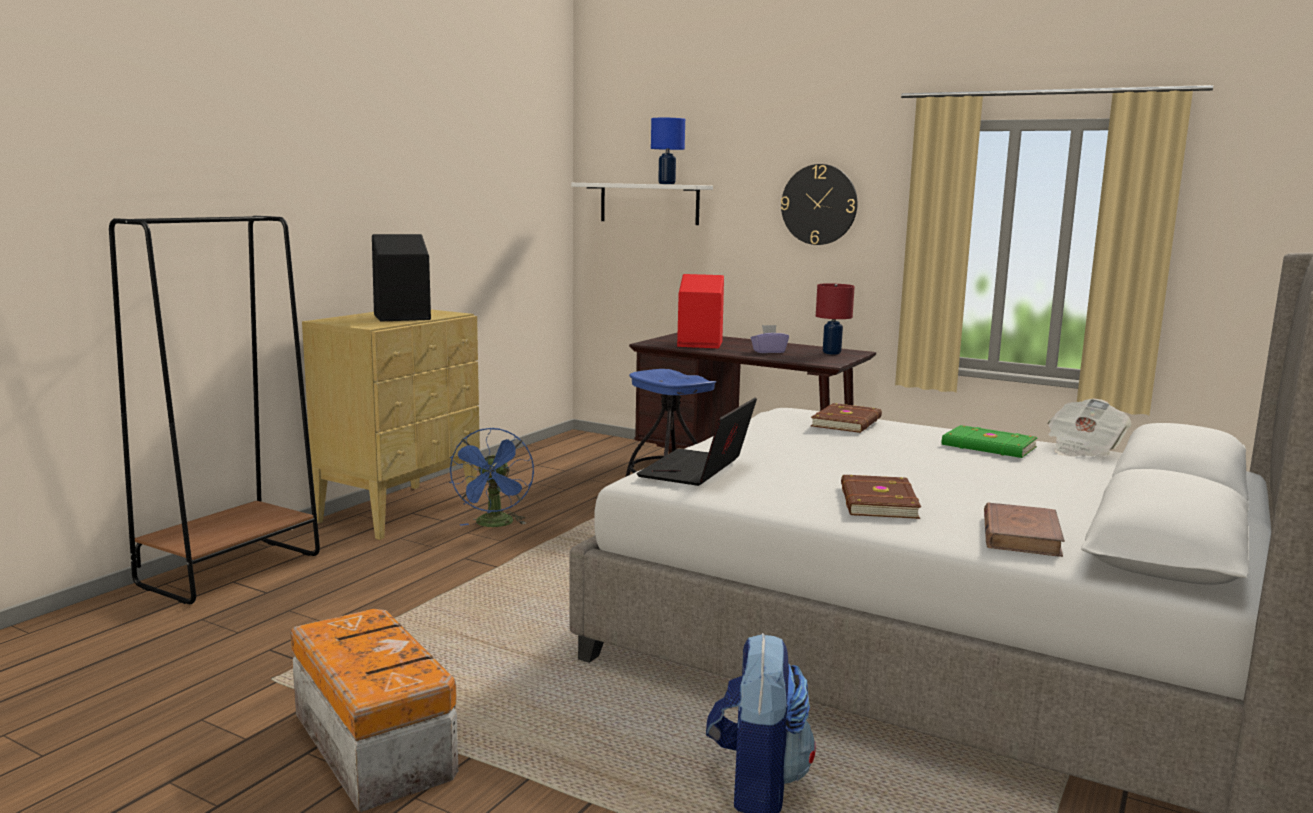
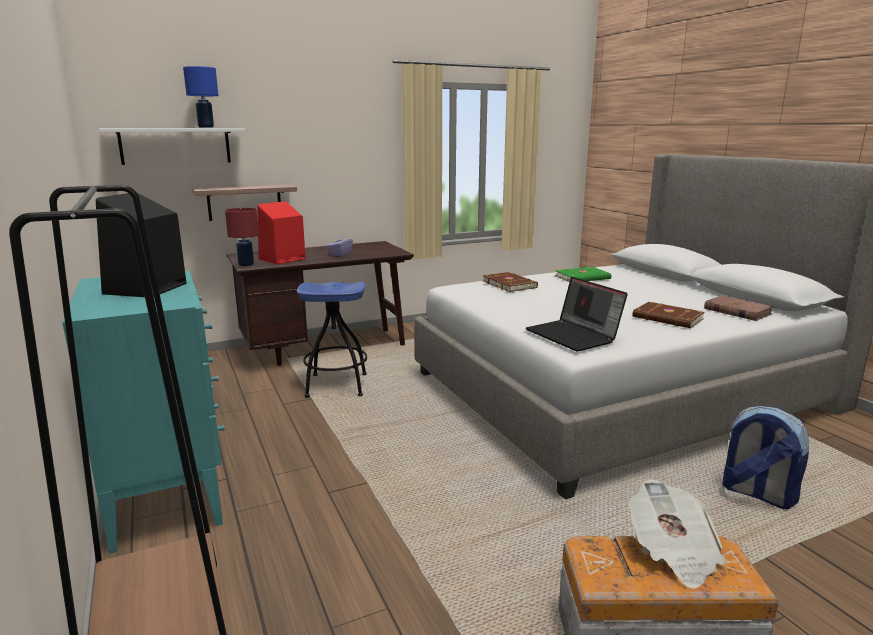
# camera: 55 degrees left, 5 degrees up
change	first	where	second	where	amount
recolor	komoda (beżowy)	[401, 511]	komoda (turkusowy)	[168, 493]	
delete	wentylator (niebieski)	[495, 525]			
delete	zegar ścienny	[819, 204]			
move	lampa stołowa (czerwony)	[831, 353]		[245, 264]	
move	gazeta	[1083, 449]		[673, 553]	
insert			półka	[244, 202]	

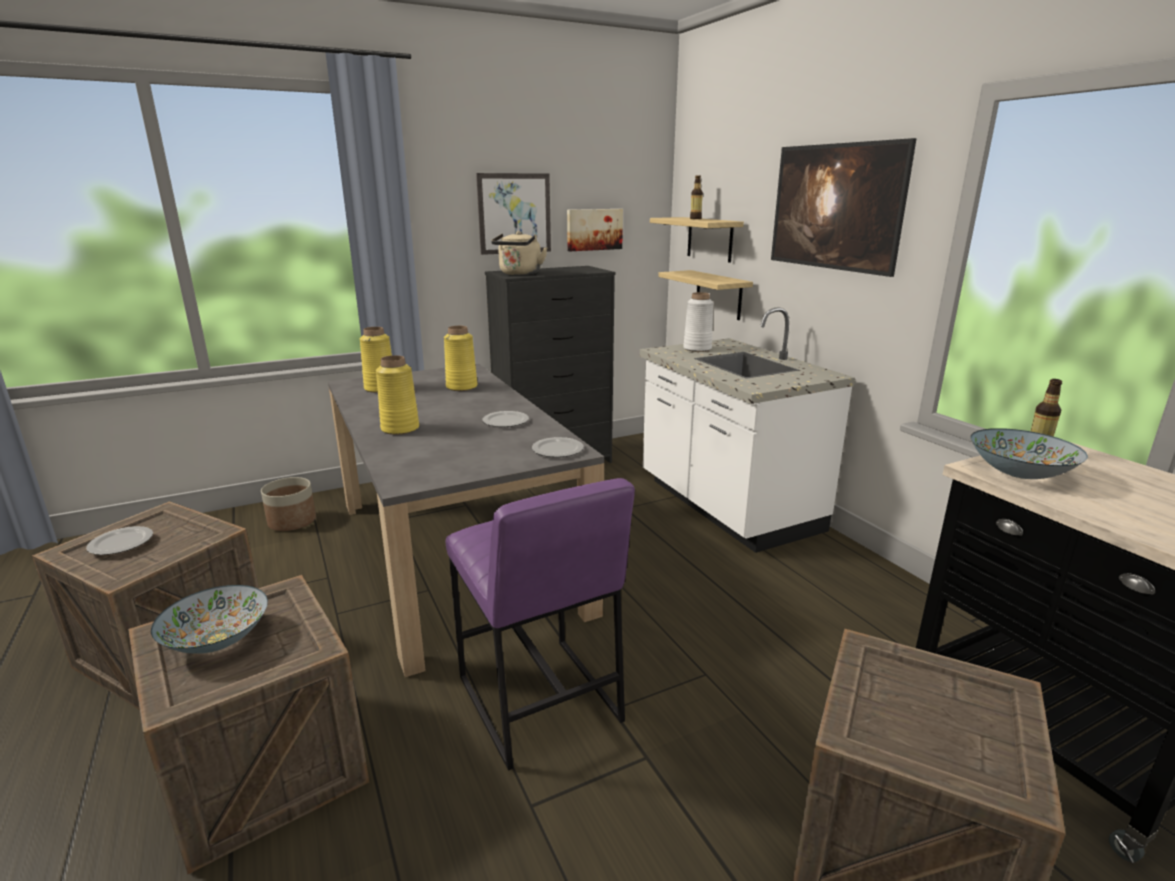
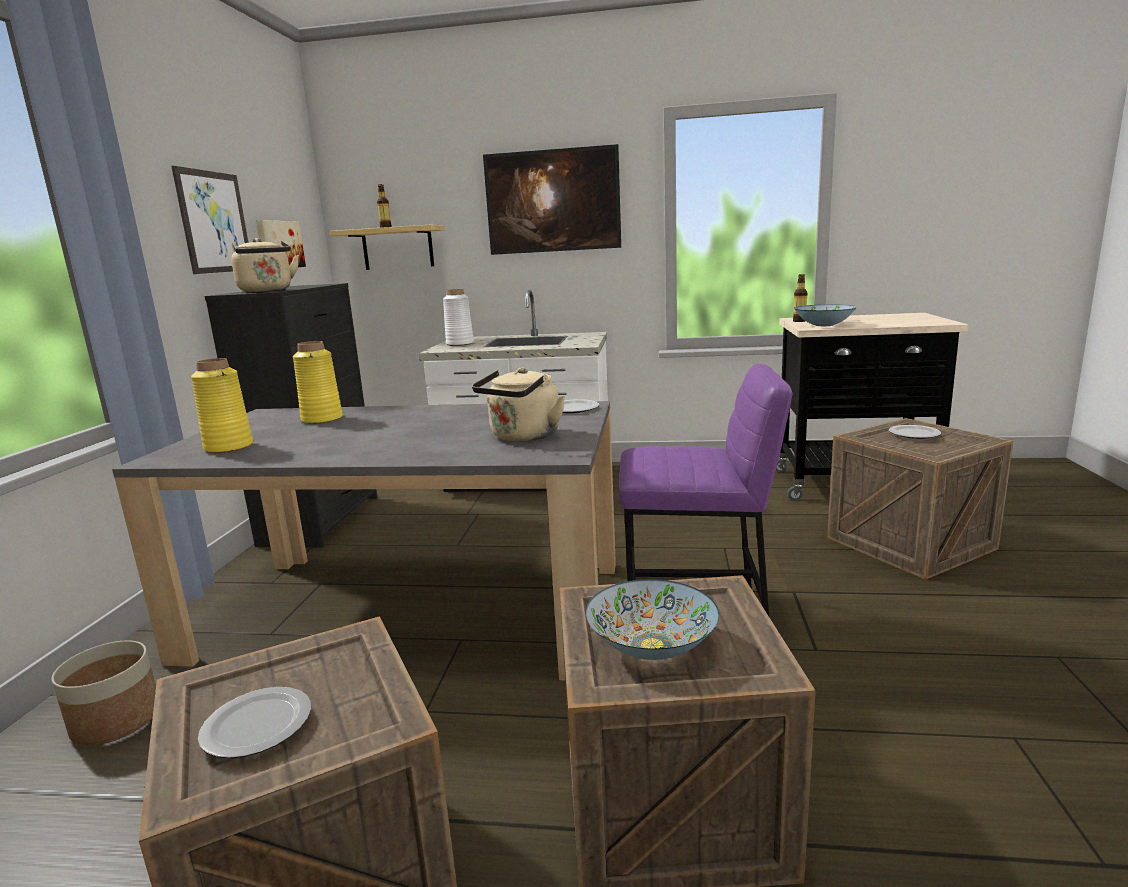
# camera: 55 degrees left, 5 degrees down
change	first	where	second	where	amount
delete	wazon (żółty)	[400, 428]			
move	talerz	[506, 421]		[913, 434]	
delete	półka	[718, 295]			
insert			czajnik (beżowy)	[523, 437]	

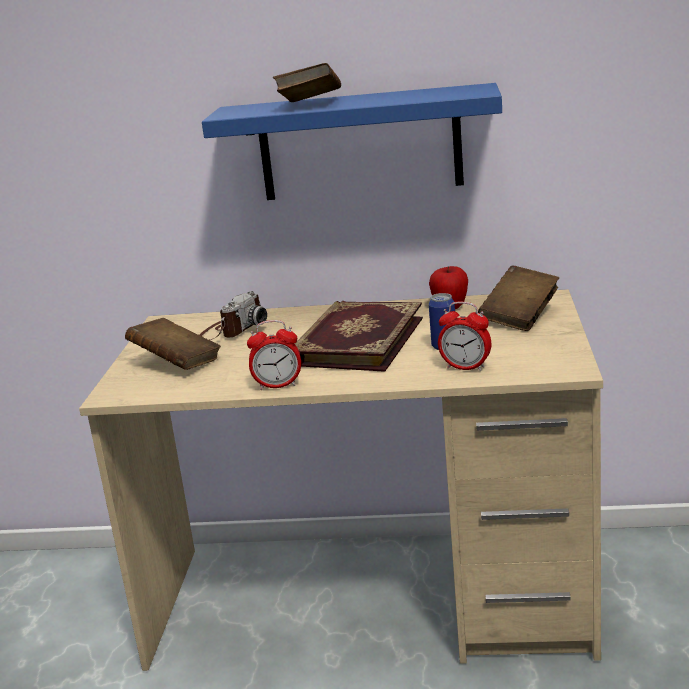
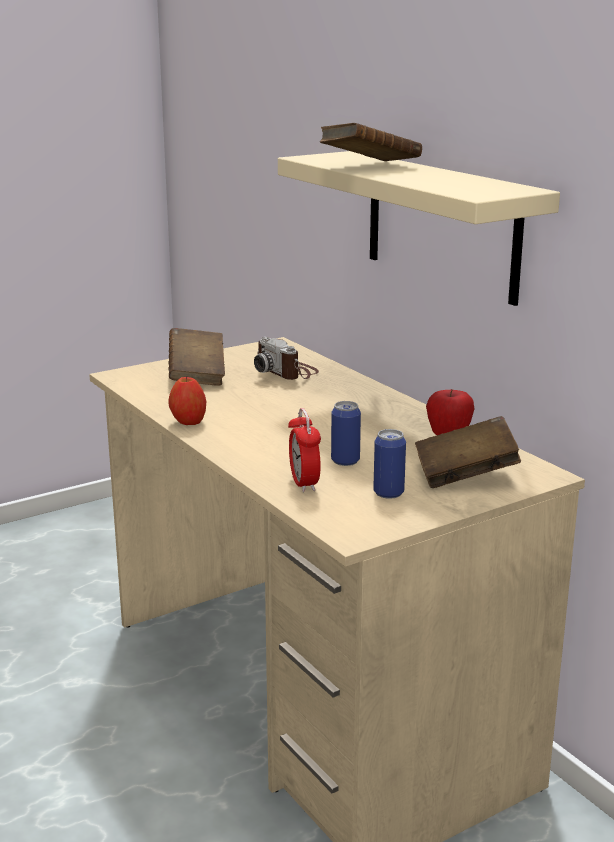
# camera: 50 degrees right, 0 degrees up
change	first	where	second	where	amount
rotate	aparat fotograficzny	[232, 330]		[286, 372]	60 degrees clockwise
recolor	półka (niebieski)	[360, 144]	półka (beżowy)	[441, 225]	
replace	budzik	[278, 386]	jabłko	[188, 422]	
delete	książka	[355, 341]			
insert			puszka	[388, 493]	

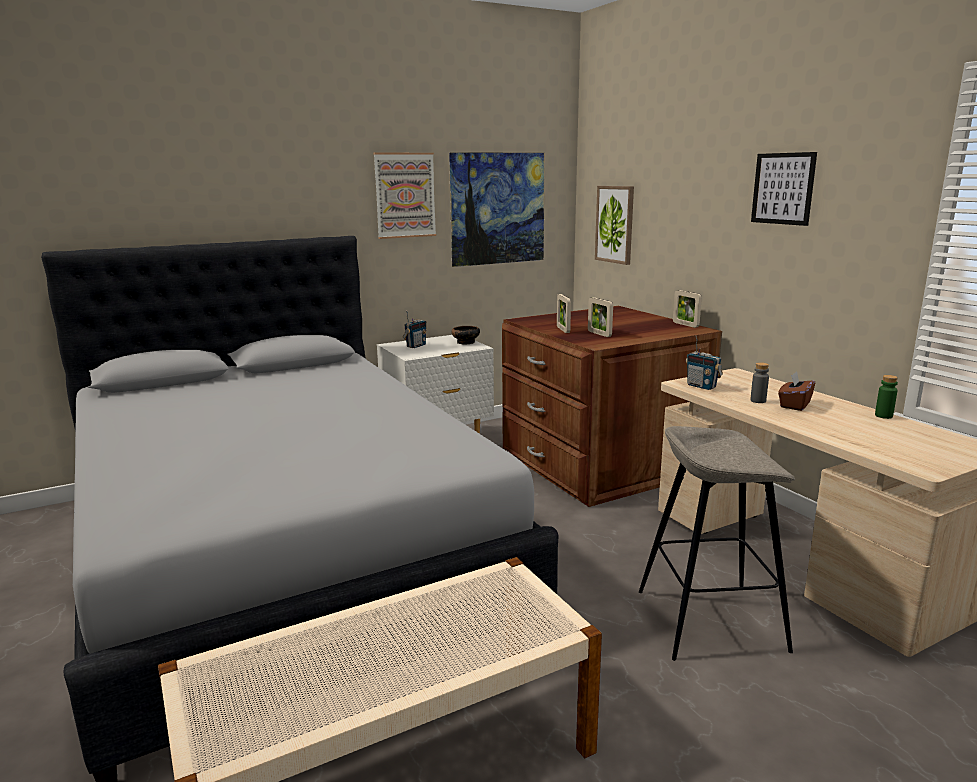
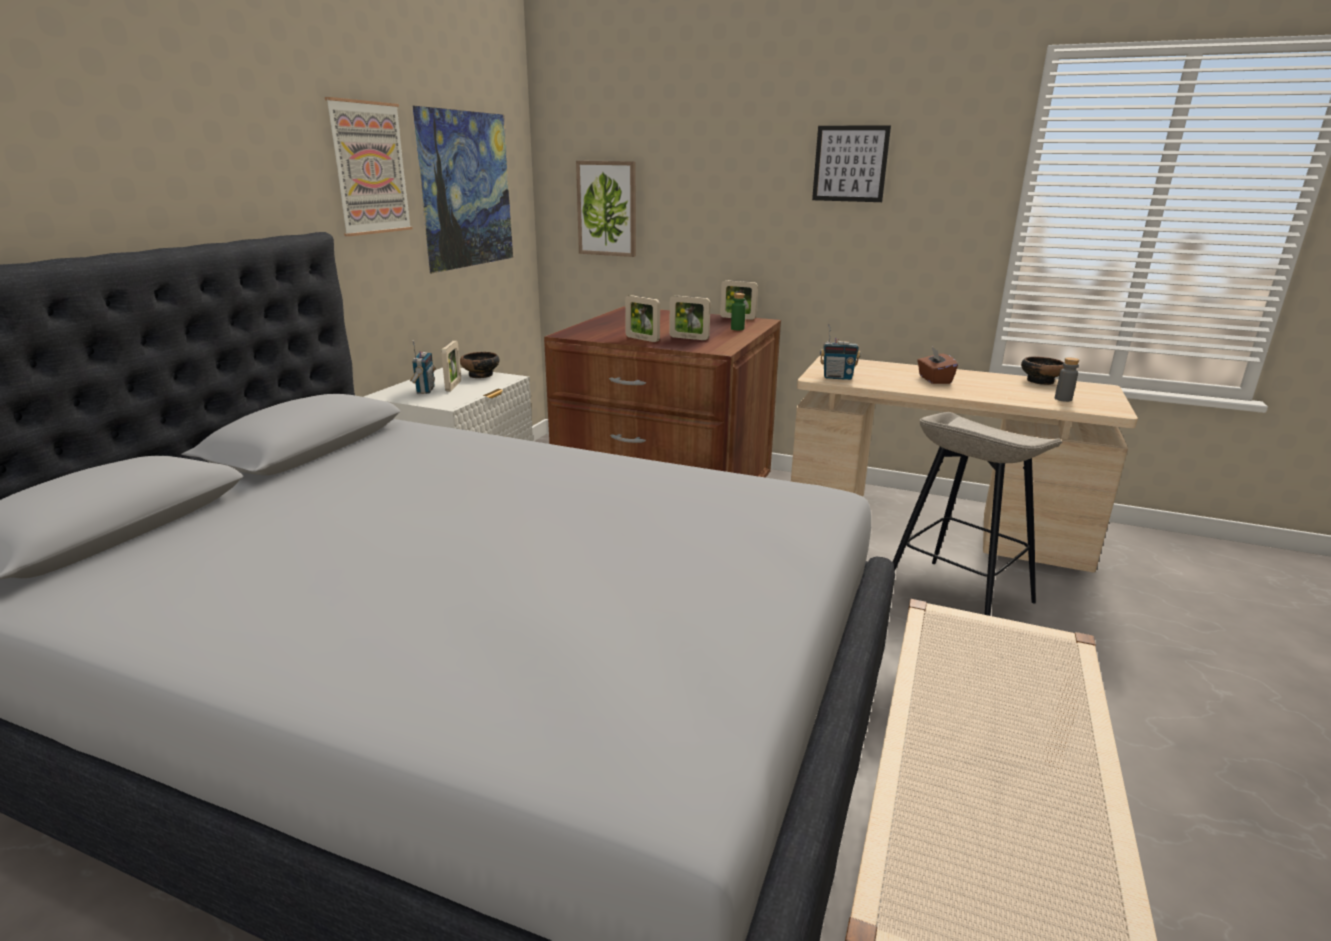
# camera: 40 degrees left, 5 degrees up
change	first	where	second	where	amount
move	butelka (szary)	[758, 401]		[1063, 399]	
move	butelka (zielony)	[883, 416]		[737, 329]	
insert			ramka na zdjęcie	[453, 386]	
insert			miska	[1040, 381]	

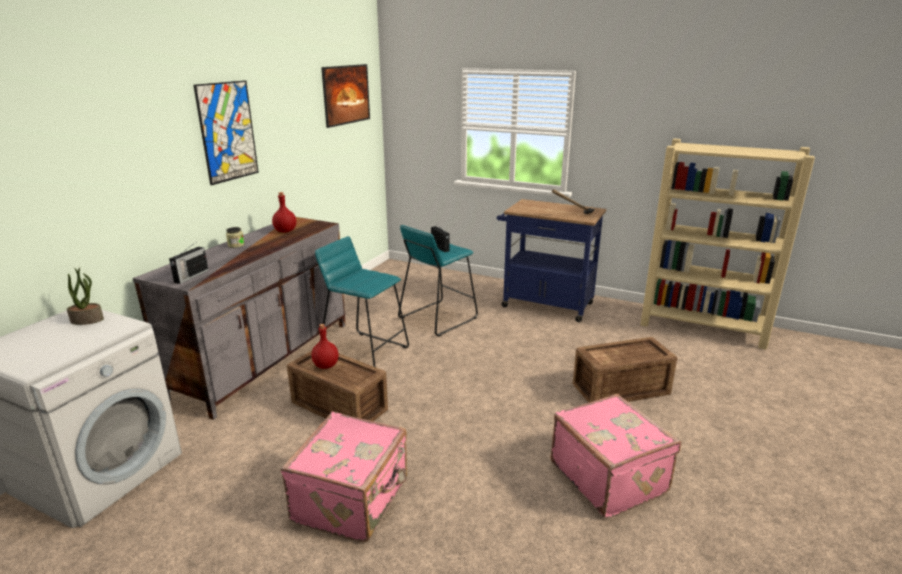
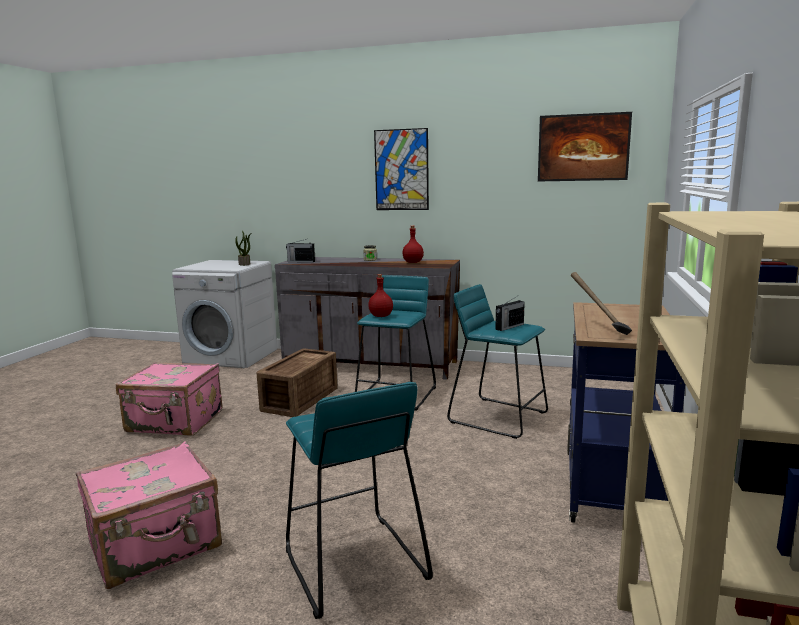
# camera: 80 degrees right, 10 degrees down
change	first	where	second	where	amount
move	butelka (czerwony)	[325, 365]		[381, 316]	
replace	skrzynka	[623, 390]	stołek (turkusowy)	[353, 564]	

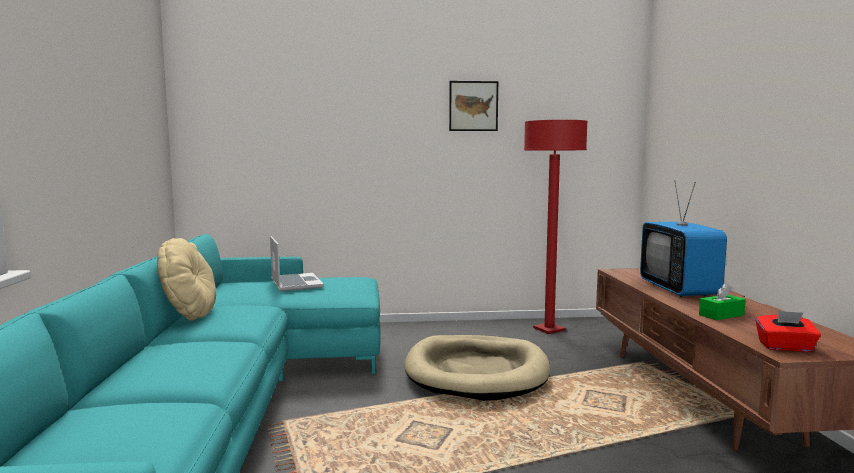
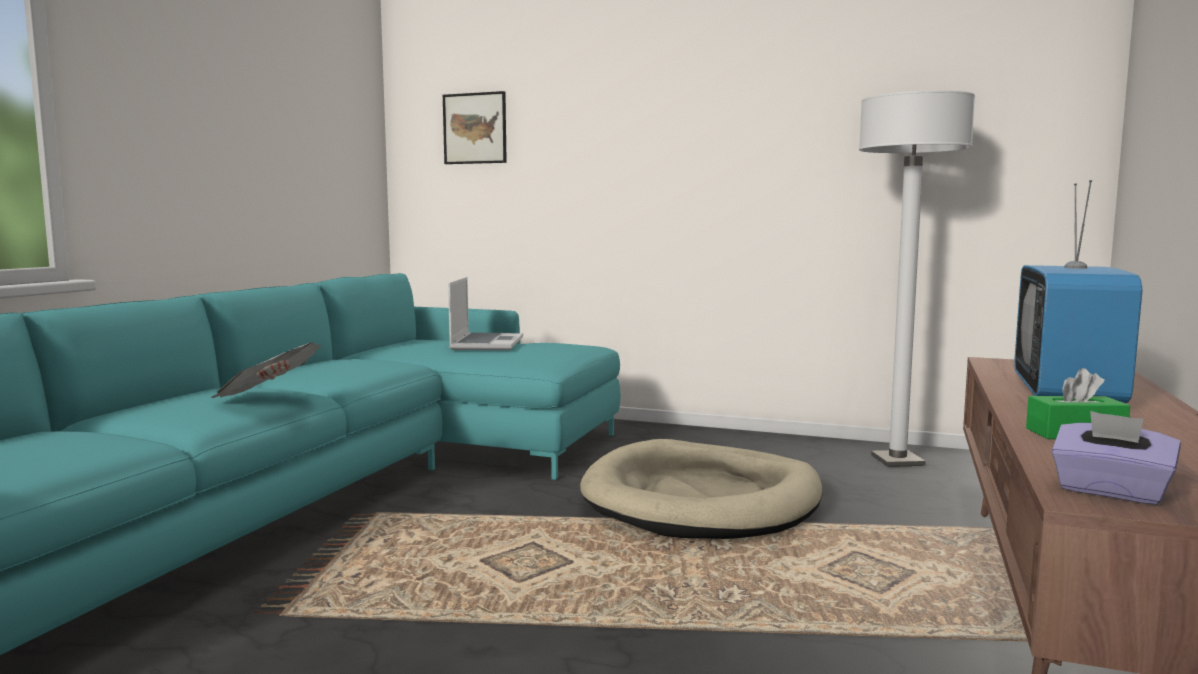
# camera: 25 degrees right, 0 degrees up
change	first	where	second	where	amount
delete	poduszka (beżowy)	[190, 316]			
move	obraz	[473, 106]		[475, 128]	
recolor	lampa stojąca (czerwony)	[549, 329]	lampa stojąca (biały)	[897, 461]	
recolor	pudełko chusteczek (czerwony)	[785, 347]	pudełko chusteczek (fioletowy)	[1110, 492]	
insert			gazeta	[268, 399]	

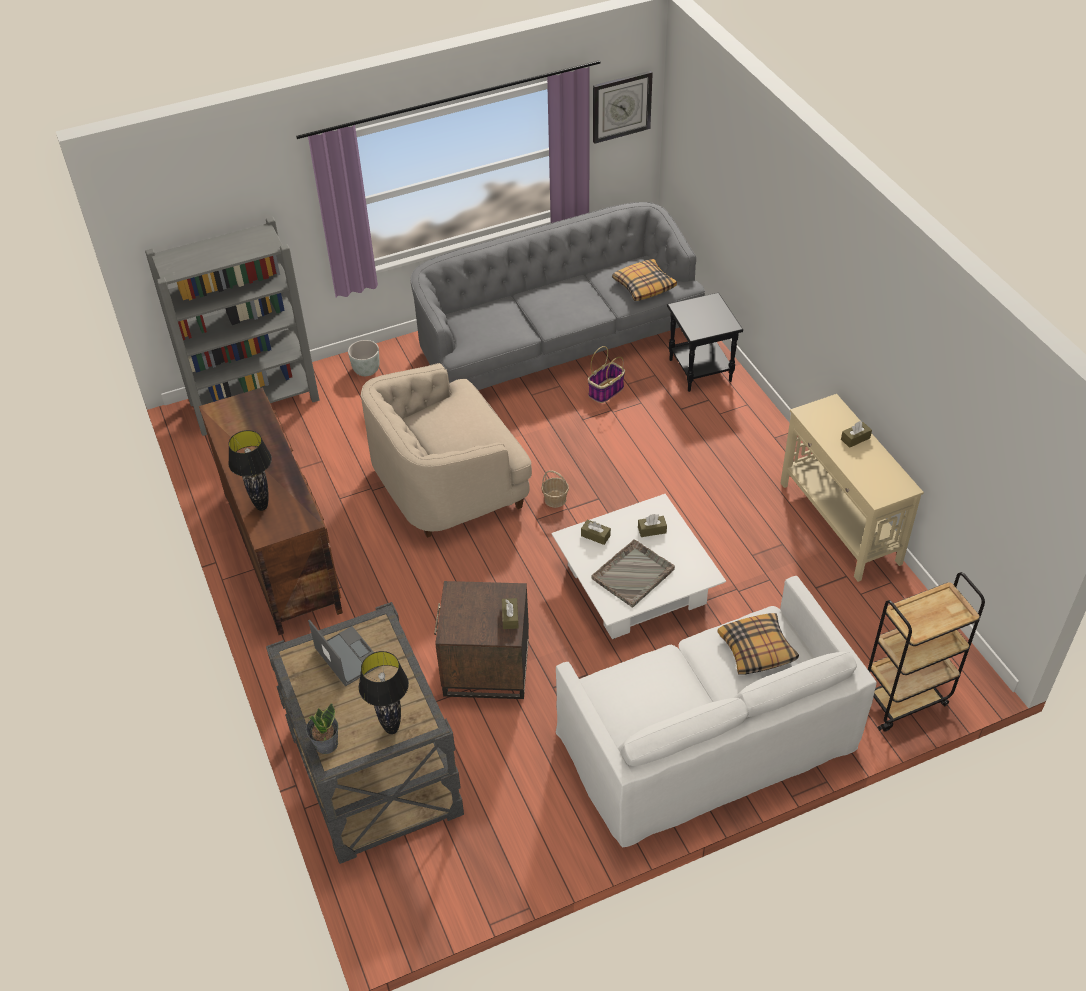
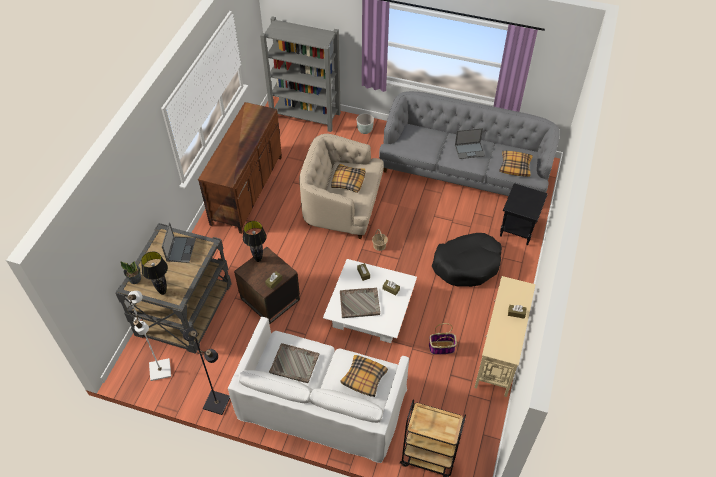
# camera: 40 degrees right, 5 degrees up
change	first	where	second	where	amount
move	lampa stołowa (czarny)	[262, 507]		[258, 260]	
move	koszyk	[606, 391]		[441, 348]	
delete	zegar ścienny	[621, 106]			
insert			lampa stojąca (biały)	[160, 370]	
insert			lampa stojąca (czarny)	[216, 403]	
insert			taca (szary)	[295, 364]	
insert			poduszka	[348, 181]	
insert			legowisko (czarny)	[467, 264]	
insert			laptop	[470, 150]	

